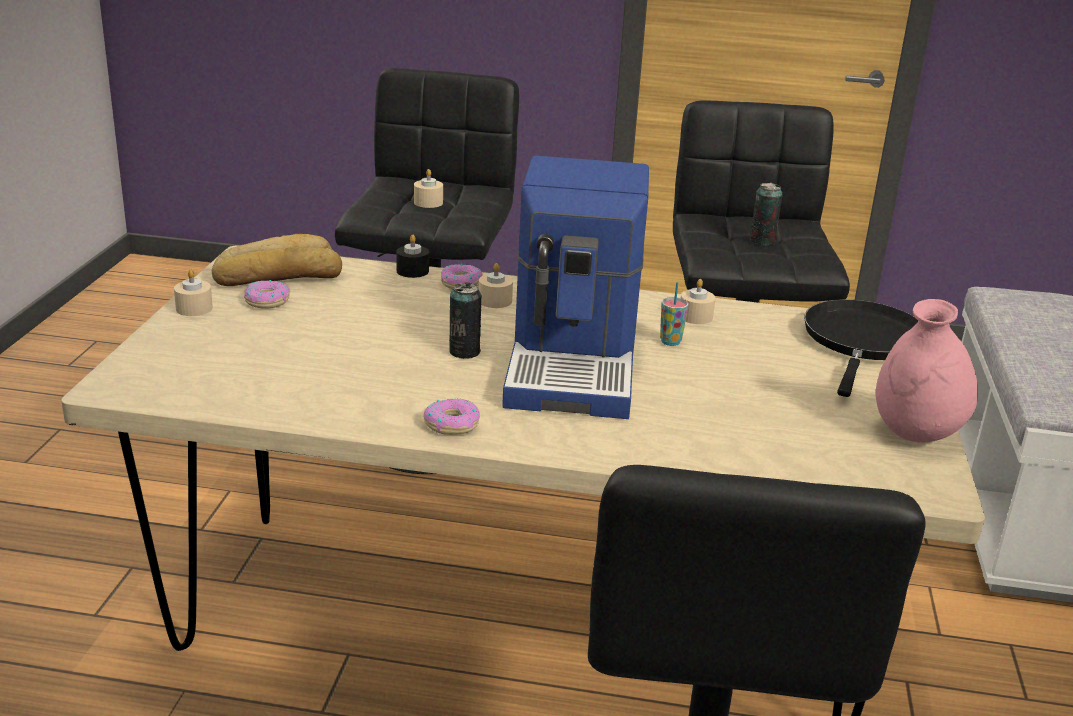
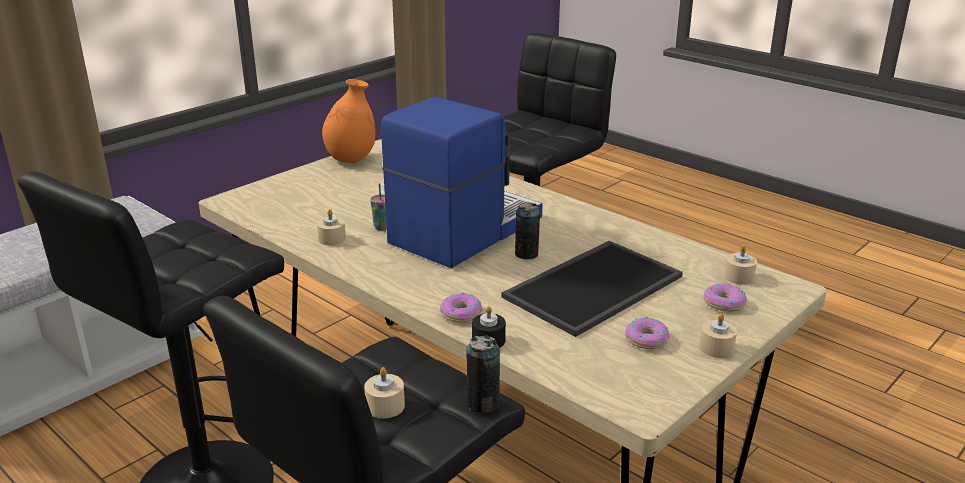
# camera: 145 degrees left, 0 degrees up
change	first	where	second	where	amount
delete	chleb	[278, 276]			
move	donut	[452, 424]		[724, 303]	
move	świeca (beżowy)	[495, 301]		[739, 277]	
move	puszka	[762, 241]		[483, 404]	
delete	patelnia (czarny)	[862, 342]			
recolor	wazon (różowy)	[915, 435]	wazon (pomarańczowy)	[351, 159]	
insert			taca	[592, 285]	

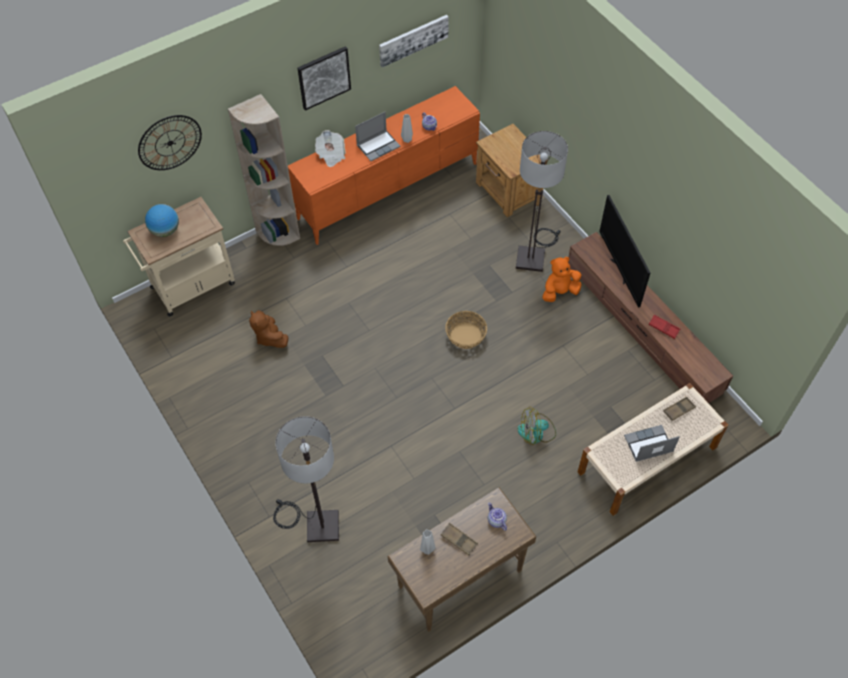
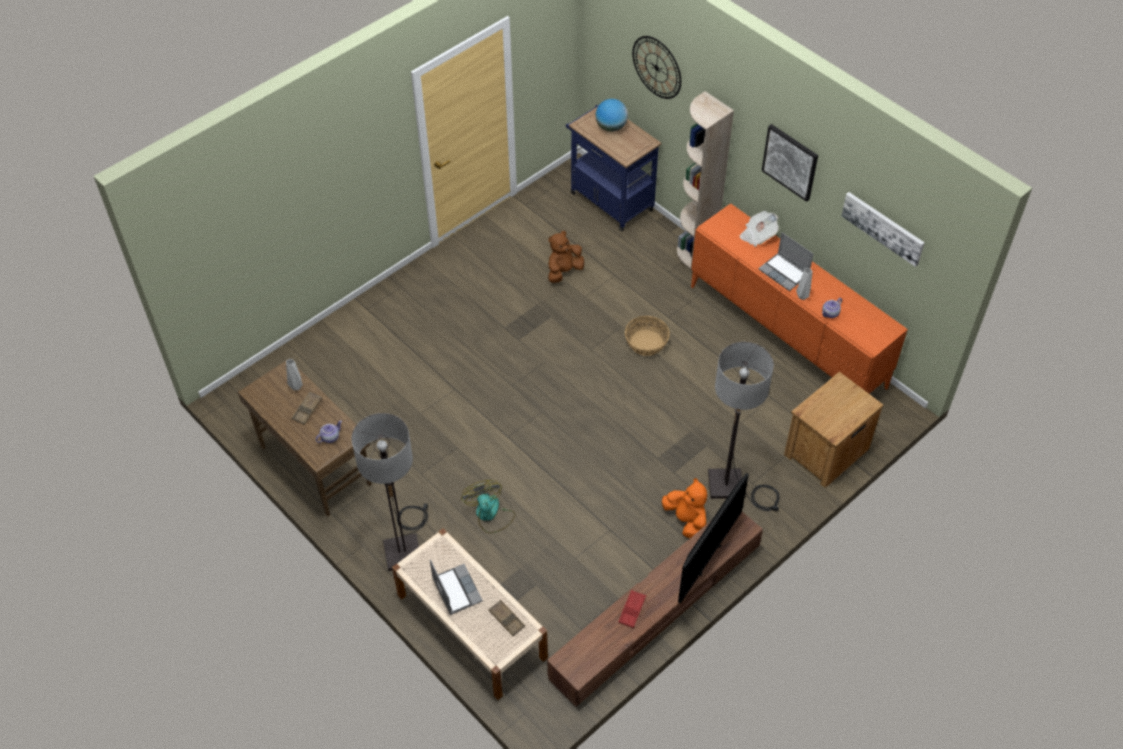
# camera: 80 degrees right, 5 degrees down
change	first	where	second	where	amount
recolor	wózek (beżowy)	[190, 287]	wózek (niebieski)	[609, 200]	
move	lampa stojąca	[312, 523]		[406, 543]	
move	koszyk	[466, 335]		[646, 343]	
rotate	telewizor	[620, 271]		[707, 558]	150 degrees clockwise

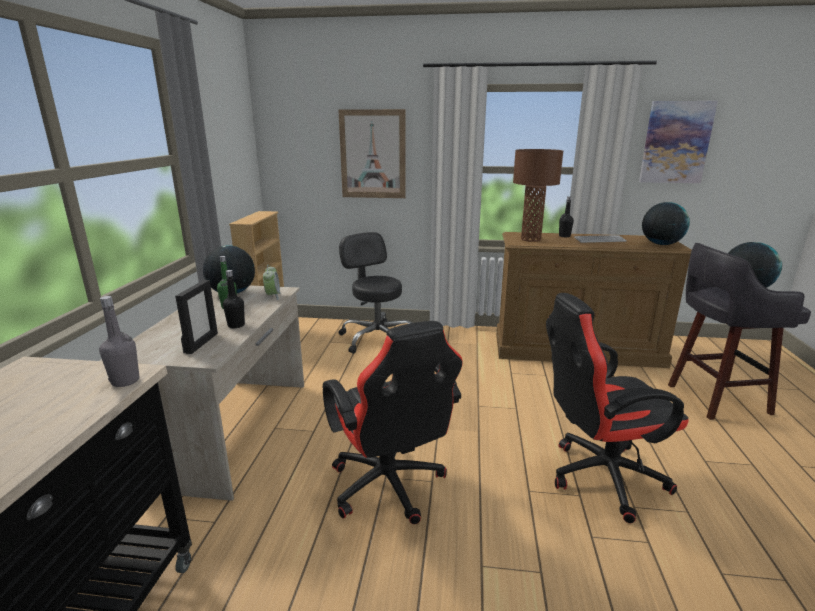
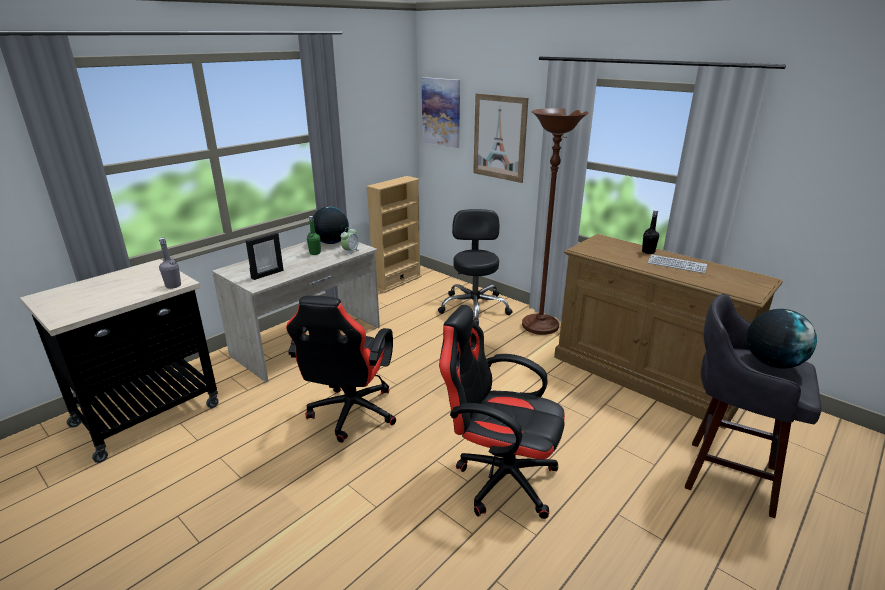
# camera: 35 degrees right, 5 degrees up
change	first	where	second	where	amount
delete	butelka (czarny)	[236, 325]			
delete	lampa stołowa (brązowy)	[530, 239]			
move	obraz	[675, 142]		[441, 112]	
delete	globus	[661, 244]			
insert			lampa stojąca (brązowy)	[540, 326]	

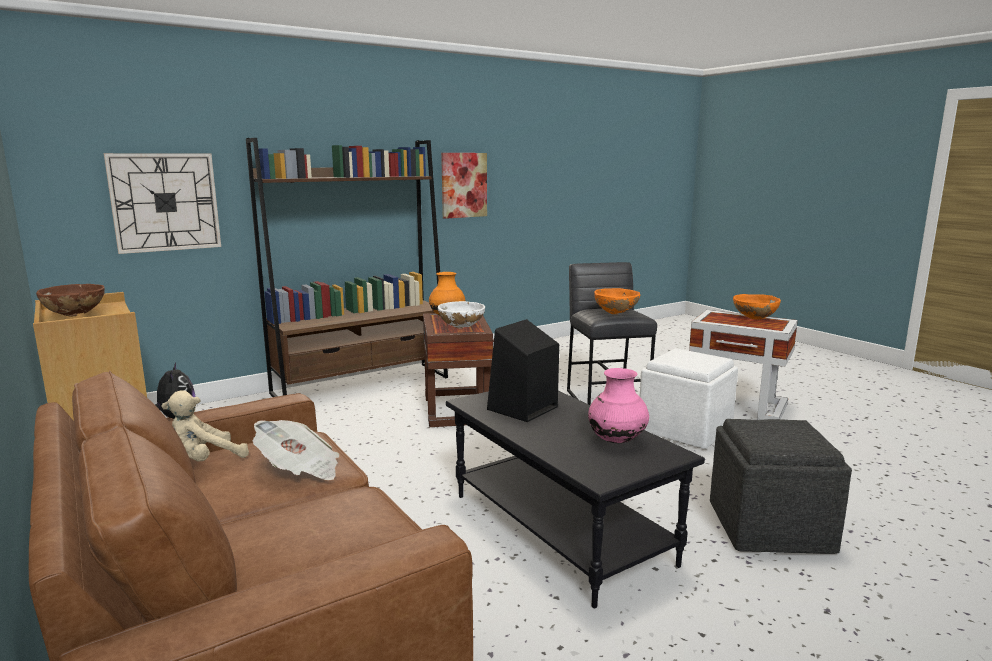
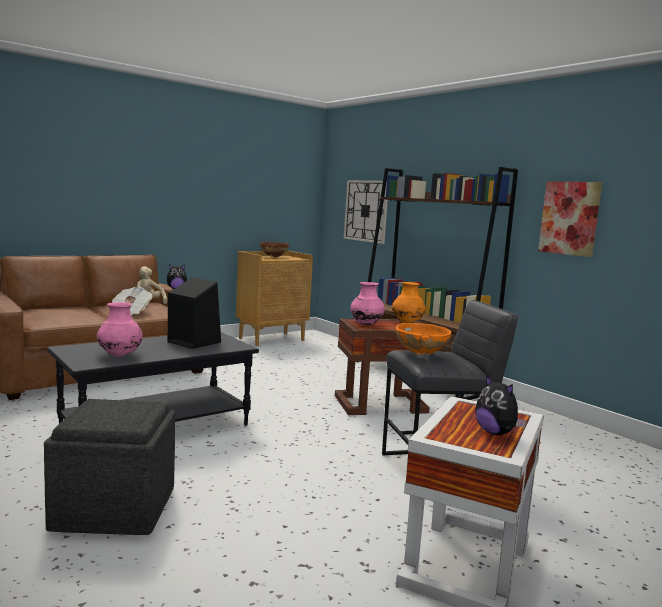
# camera: 85 degrees right, 5 degrees down
change	first	where	second	where	amount
replace	miska (biały)	[461, 328]	wazon (różowy)	[366, 324]	
delete	pufa (biały)	[686, 429]			
replace	miska (pomarańczowy)	[754, 319]	pluszak	[496, 433]	

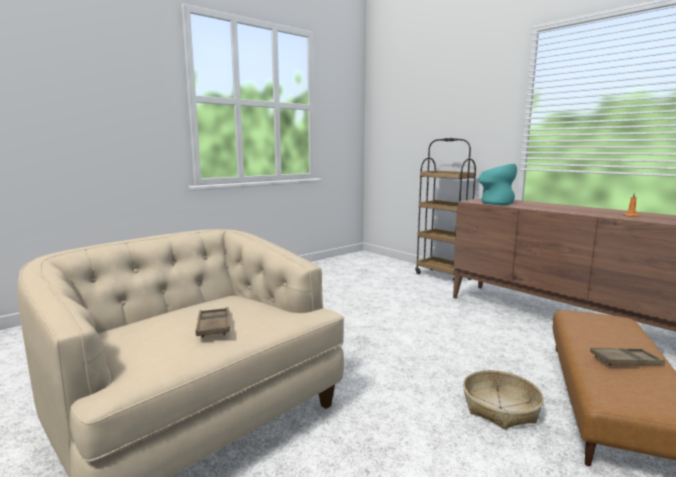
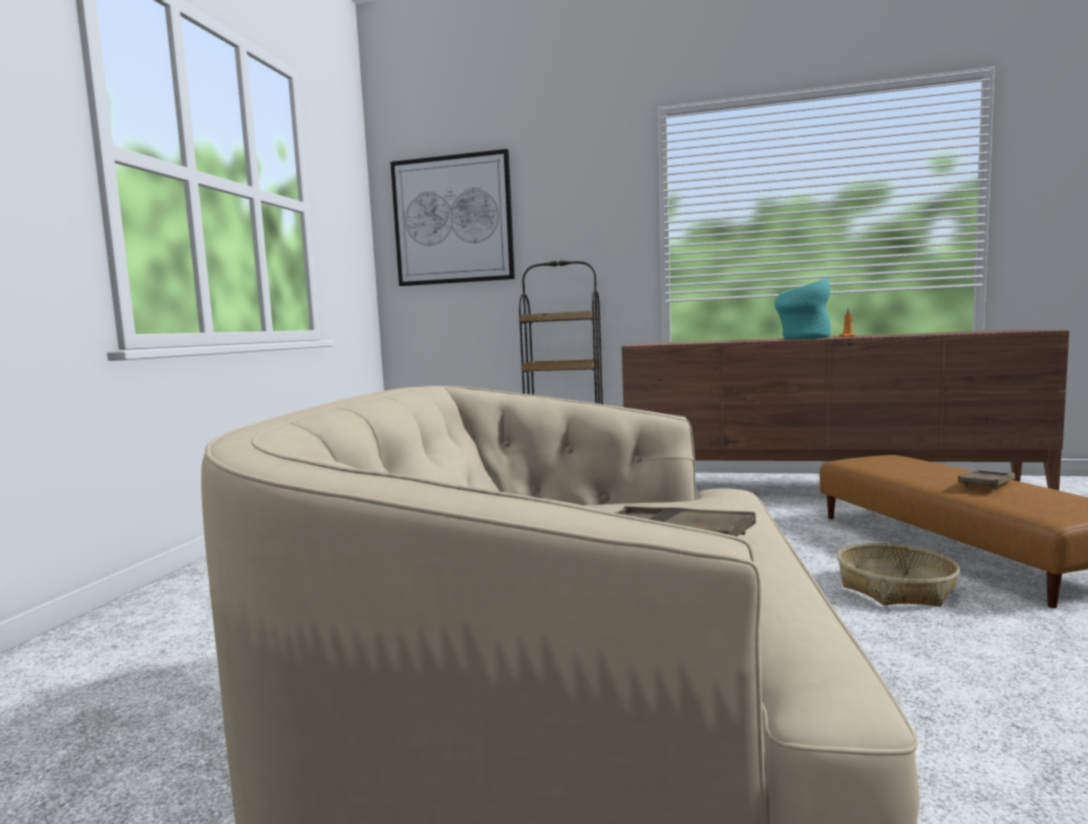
# camera: 35 degrees left, 5 degrees down
change	first	where	second	where	amount
move	wazon (turkusowy)	[495, 203]		[801, 338]	
insert			obraz	[453, 220]	

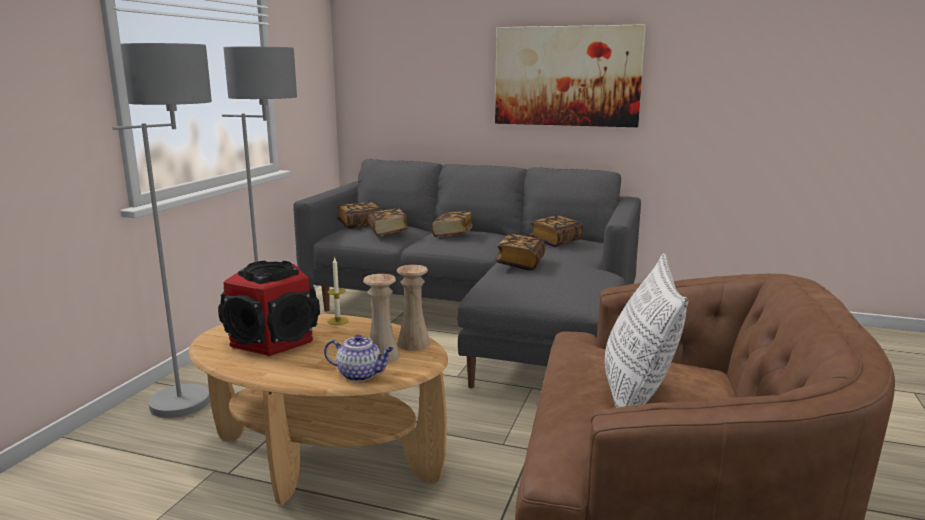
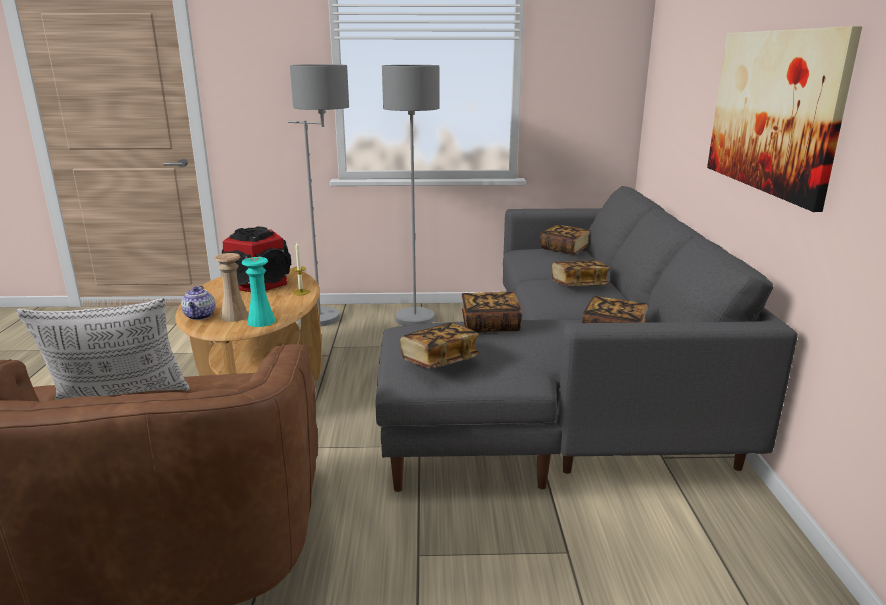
# camera: 70 degrees right, 5 degrees up
change	first	where	second	where	amount
move	książka	[388, 232]		[439, 360]	
recolor	wazon (beżowy)	[413, 343]	wazon (turkusowy)	[261, 321]	

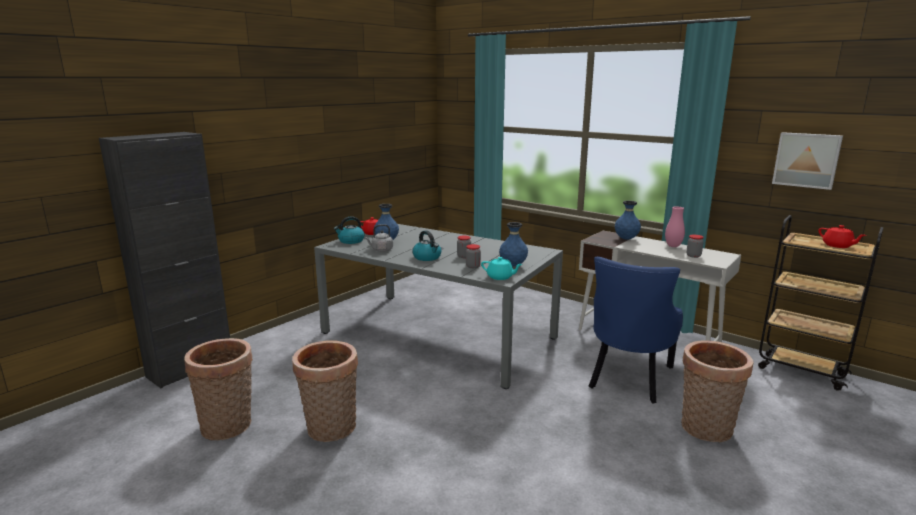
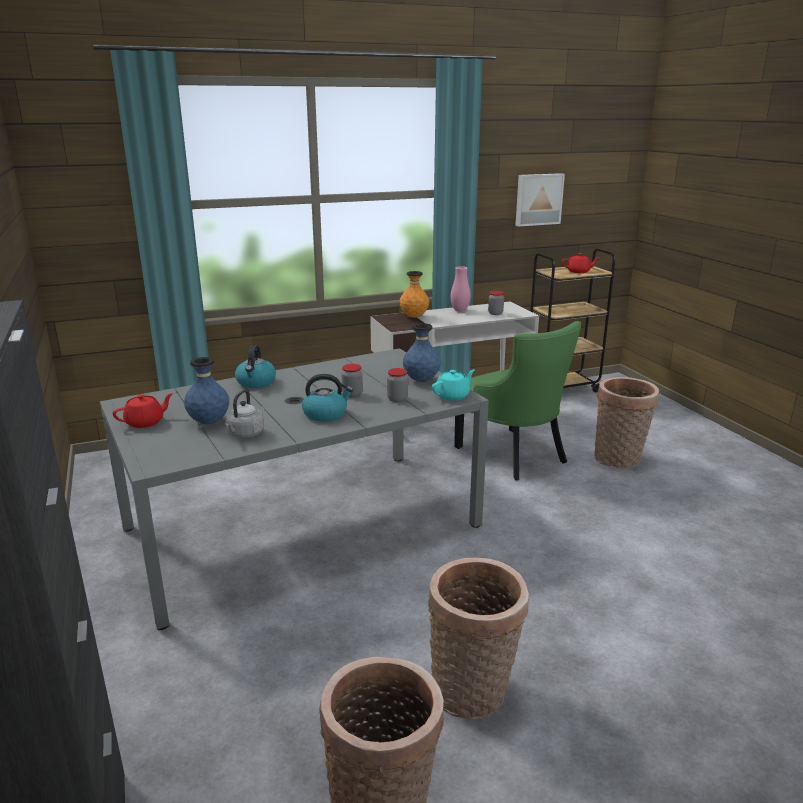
# camera: 60 degrees left, 5 degrees up
change	first	where	second	where	amount
move	czajnik	[351, 241]		[256, 382]	
recolor	krzesło (niebieski)	[629, 376]	krzesło (zielony)	[510, 454]	
recolor	wazon (niebieski)	[626, 239]	wazon (pomarańczowy)	[414, 317]	

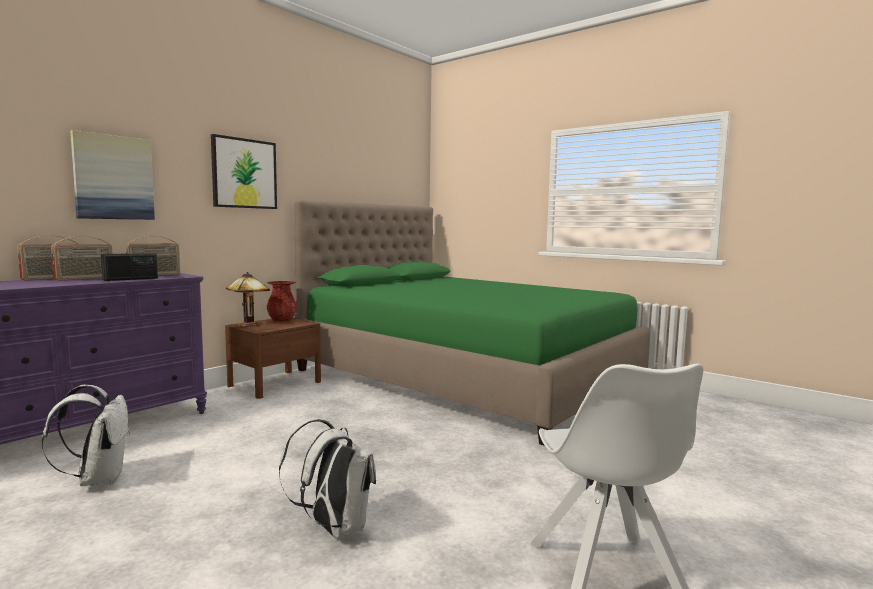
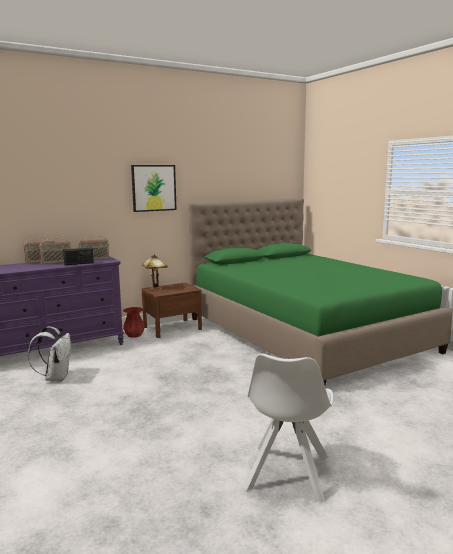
# camera: 20 degrees right, 5 degrees up
change	first	where	second	where	amount
delete	obraz	[113, 177]			
move	wazon (czerwony)	[282, 319]		[134, 335]	
delete	plecak (biały)	[333, 527]			

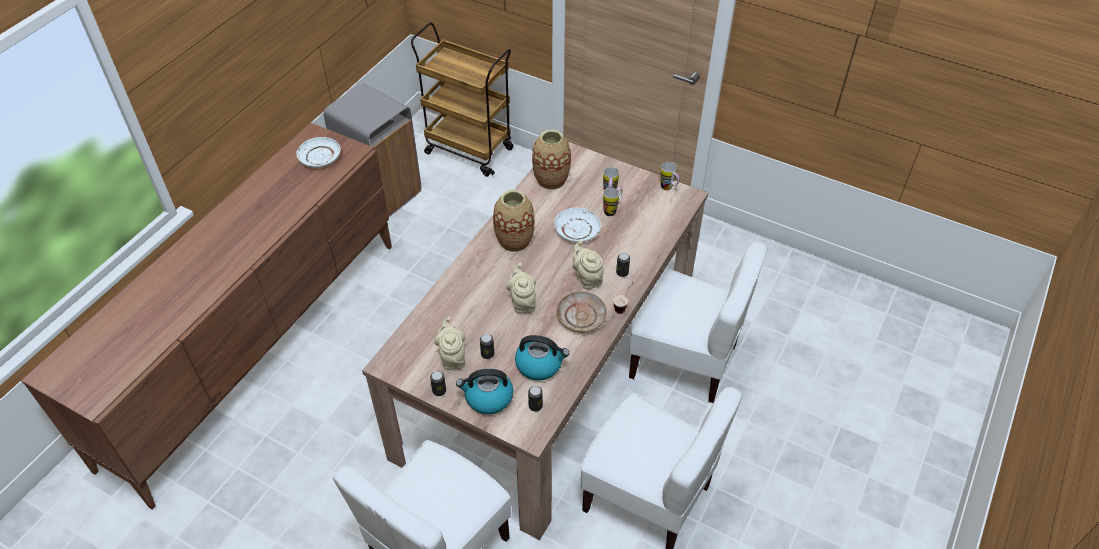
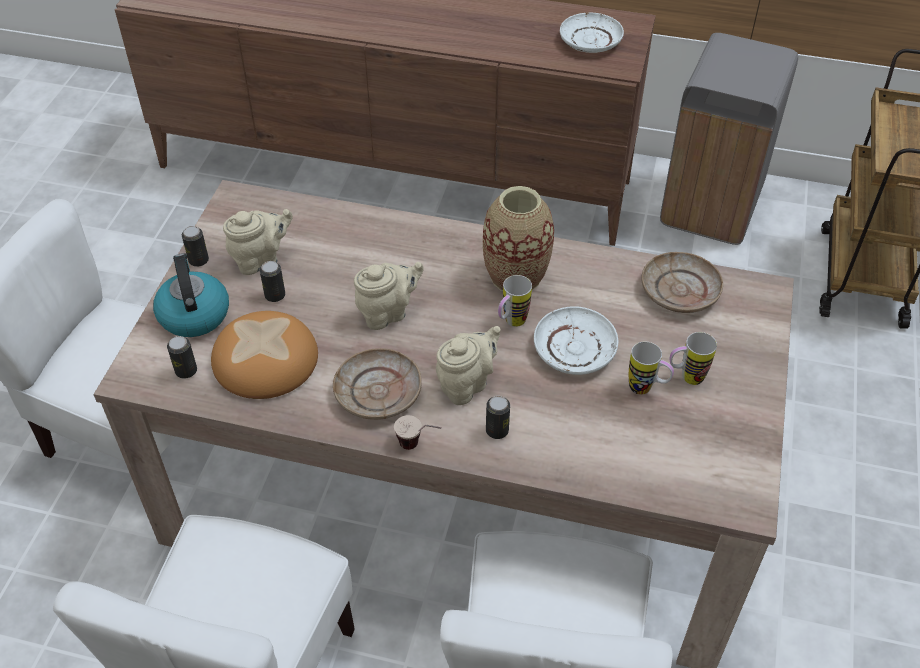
# camera: 75 degrees right, 0 degrees up
change	first	where	second	where	amount
replace	czajnik	[540, 364]	chleb	[266, 360]	
replace	wazon	[551, 180]	talerz (beżowy)	[680, 291]	
move	kubek	[669, 188]		[511, 323]	

